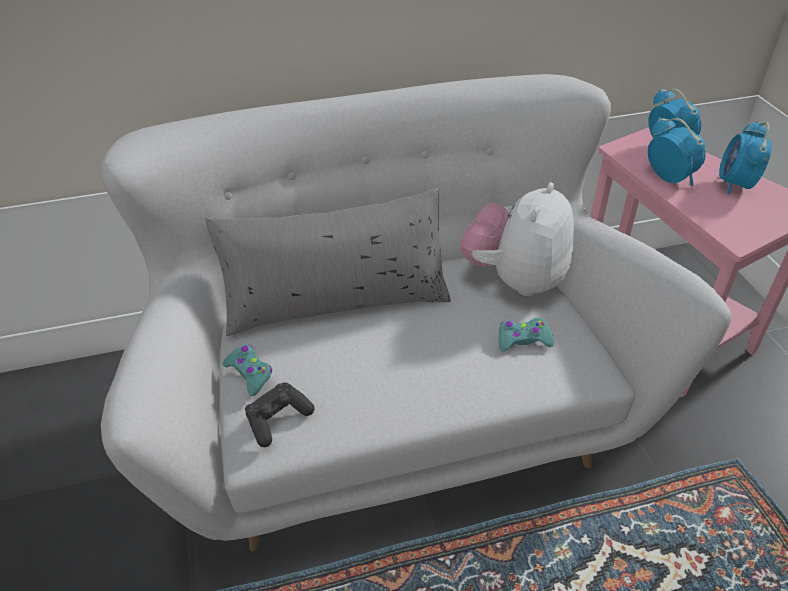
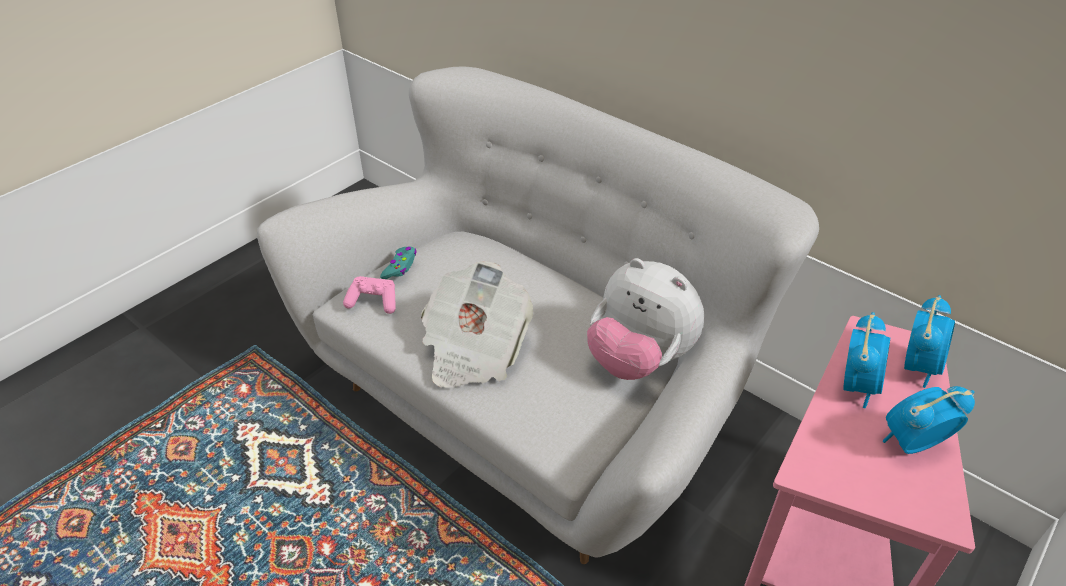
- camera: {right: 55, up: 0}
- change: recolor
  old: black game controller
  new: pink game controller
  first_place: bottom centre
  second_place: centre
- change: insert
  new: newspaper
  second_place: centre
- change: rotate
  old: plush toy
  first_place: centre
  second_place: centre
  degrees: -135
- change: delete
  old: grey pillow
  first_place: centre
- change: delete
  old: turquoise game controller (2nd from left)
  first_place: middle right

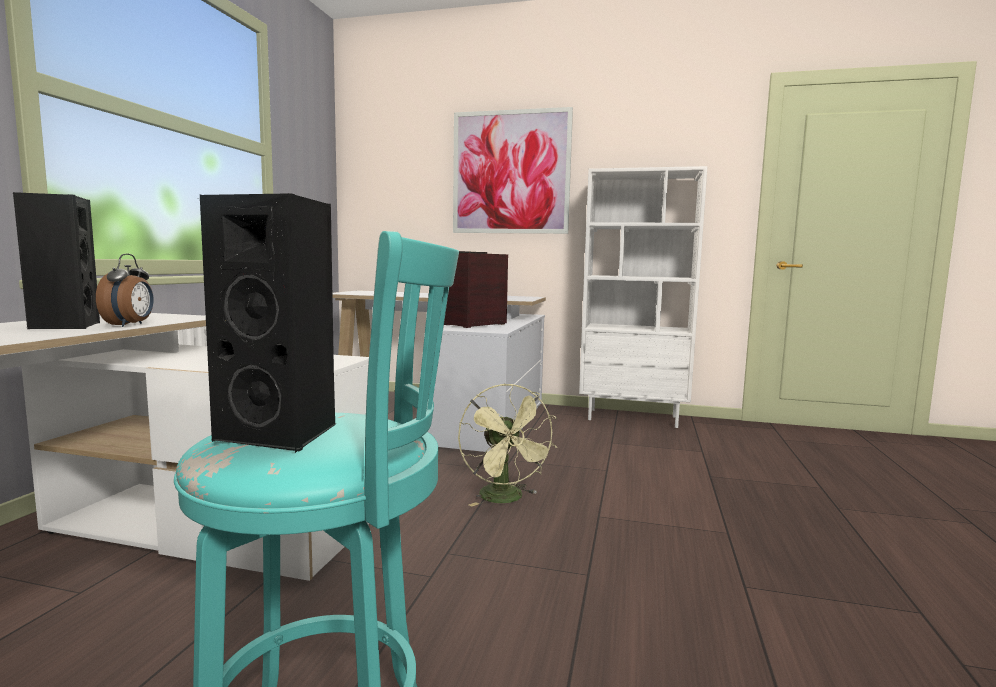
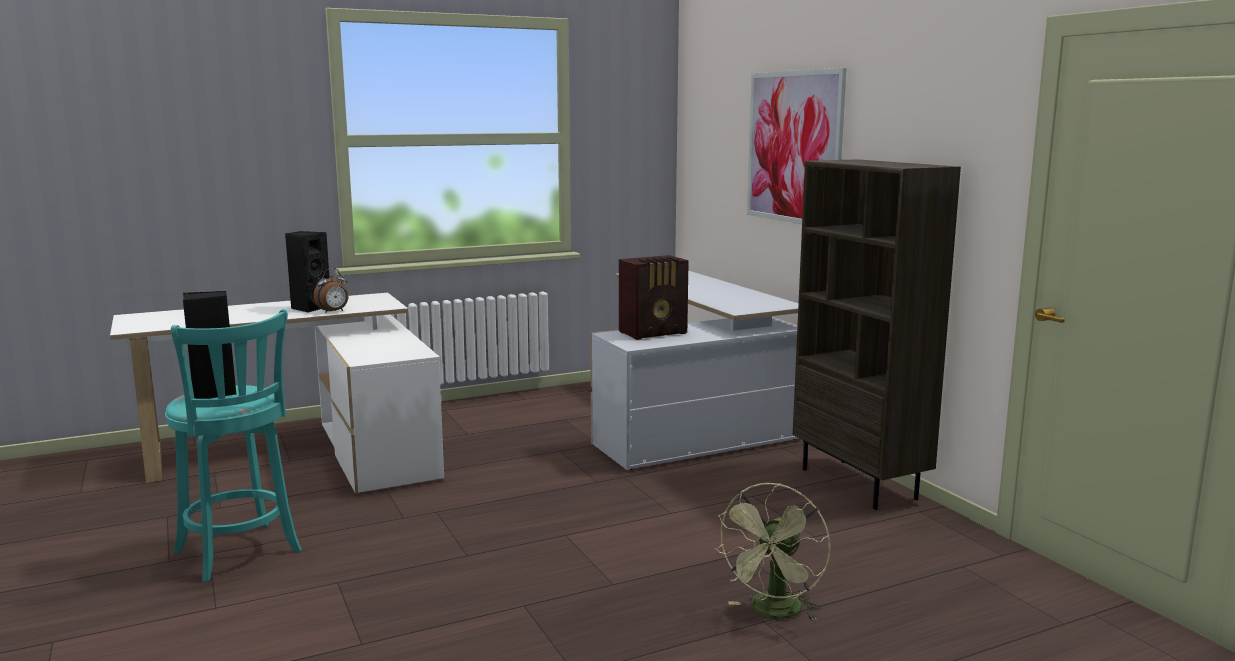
- camera: {right: 50, up: 5}
- change: rotate
  old: radio
  first_place: centre
  second_place: centre
  degrees: 150
- change: move
  old: green fan
  first_place: centre
  second_place: bottom centre
- change: recolor
  old: white bookcase
  new: brown bookcase
  first_place: centre
  second_place: middle right

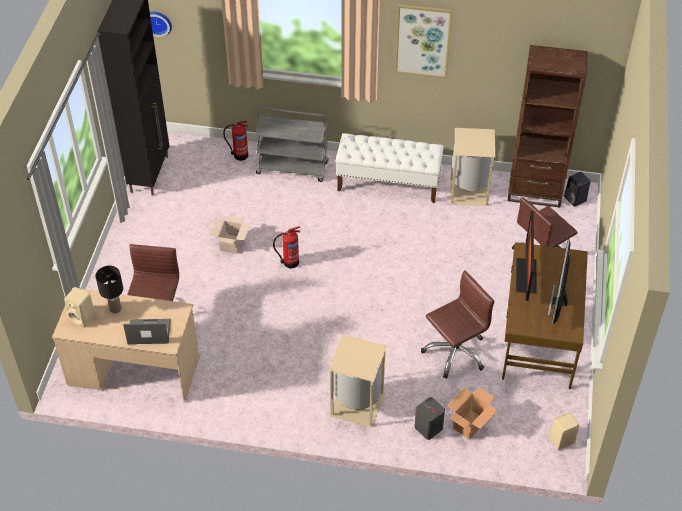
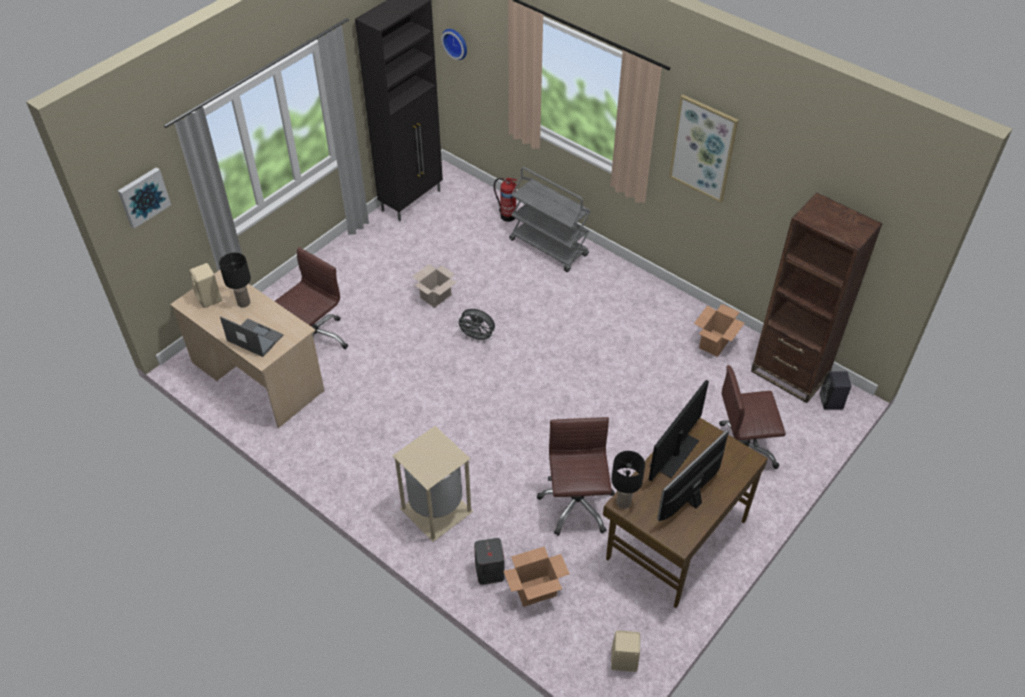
- camera: {right: 30, up: 0}
- change: insert
  new: picture (1st from left)
  second_place: top left
- change: replace
  old: fire extinguisher (2nd from left)
  new: grey fan
  first_place: centre
  second_place: centre
- change: rotate
  old: brown office chair (2nd from left)
  first_place: middle right
  second_place: bottom centre
  degrees: -90
- change: insert
  new: black table lamp (2nd from left)
  second_place: bottom centre
- change: replace
  old: beige trash can (2nd from left)
  new: cardboard box (3rd from left)
  first_place: top right
  second_place: middle right
- change: delete
  old: white bench
  first_place: top centre

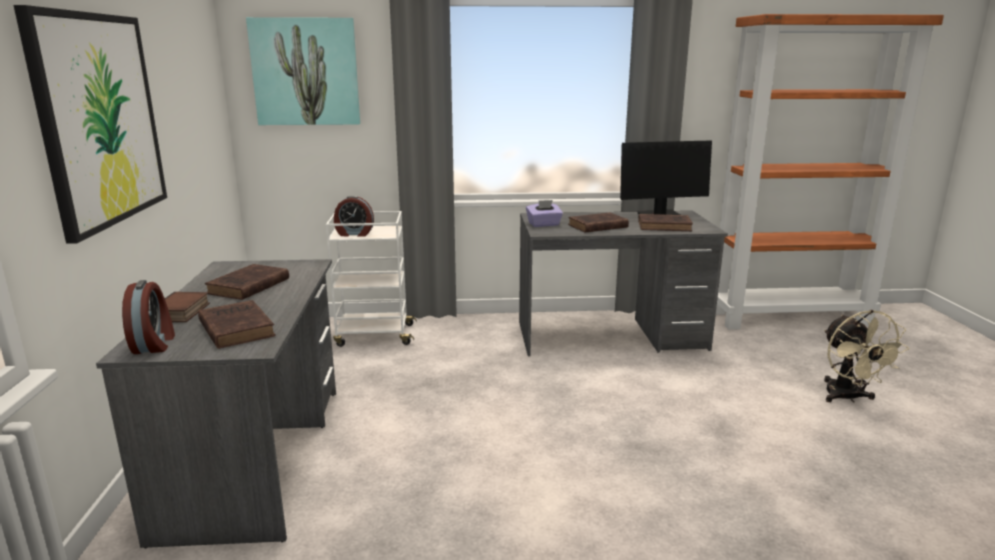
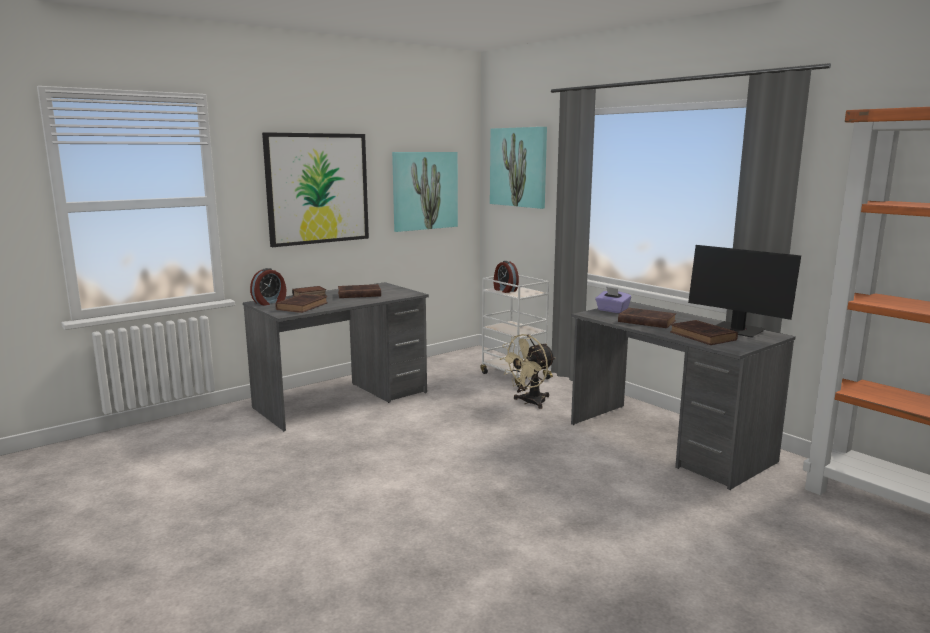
- camera: {right: 55, up: -5}
- change: insert
  new: picture (2nd from left)
  second_place: top centre
- change: move
  old: beige fan
  first_place: middle right
  second_place: centre

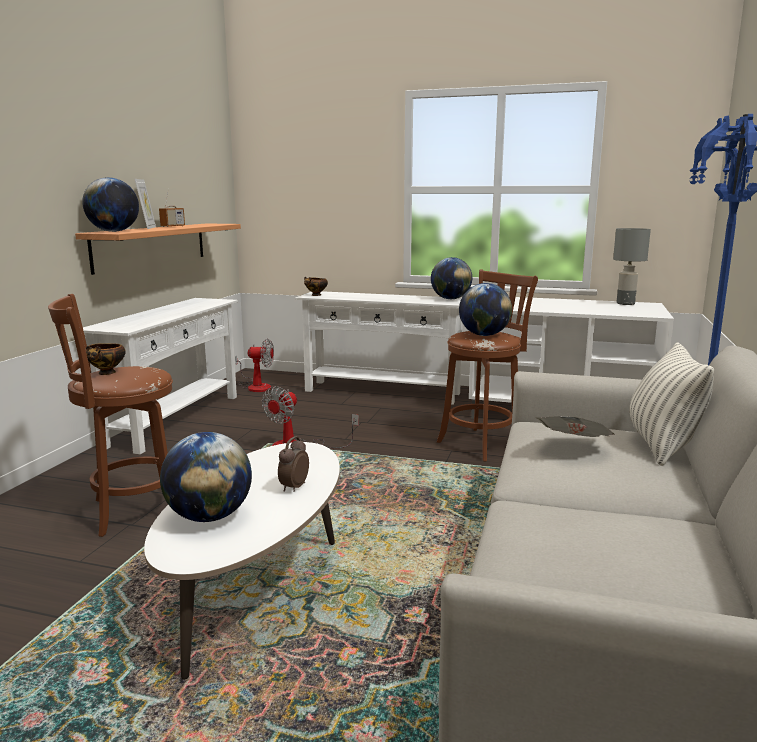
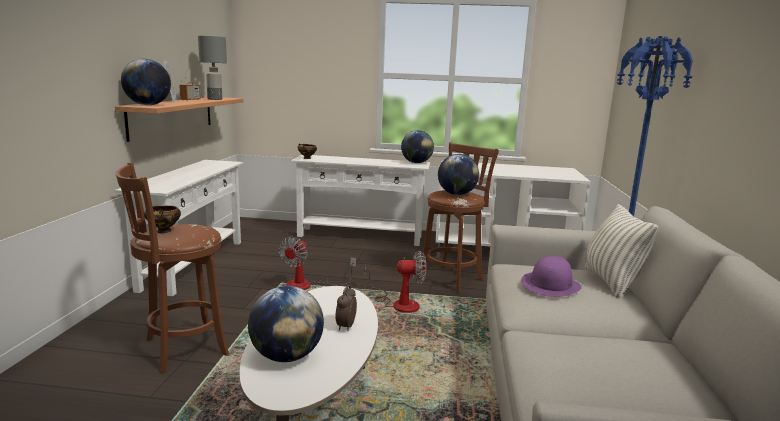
- camera: {right: -10, up: 0}
- change: move
  old: grey table lamp
  first_place: middle right
  second_place: top left
- change: move
  old: fan (1st from left in the first image)
  new: fan (2nd from left)
  first_place: centre
  second_place: bottom centre
- change: replace
  old: newspaper
  new: purple hat
  first_place: middle right
  second_place: middle right

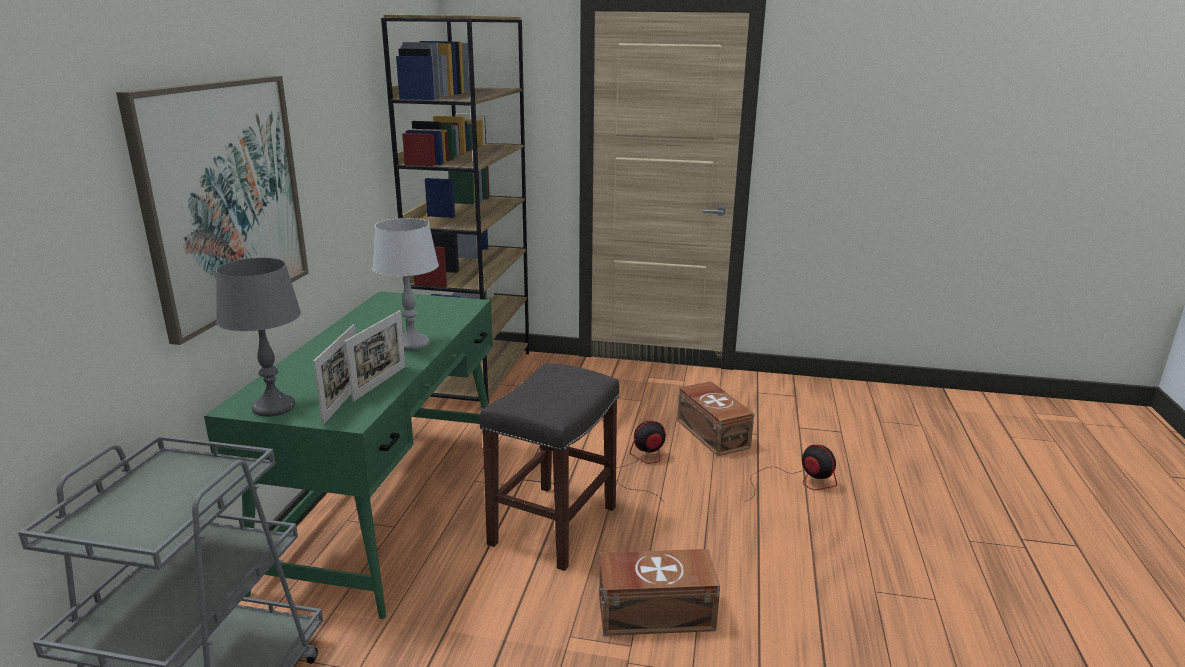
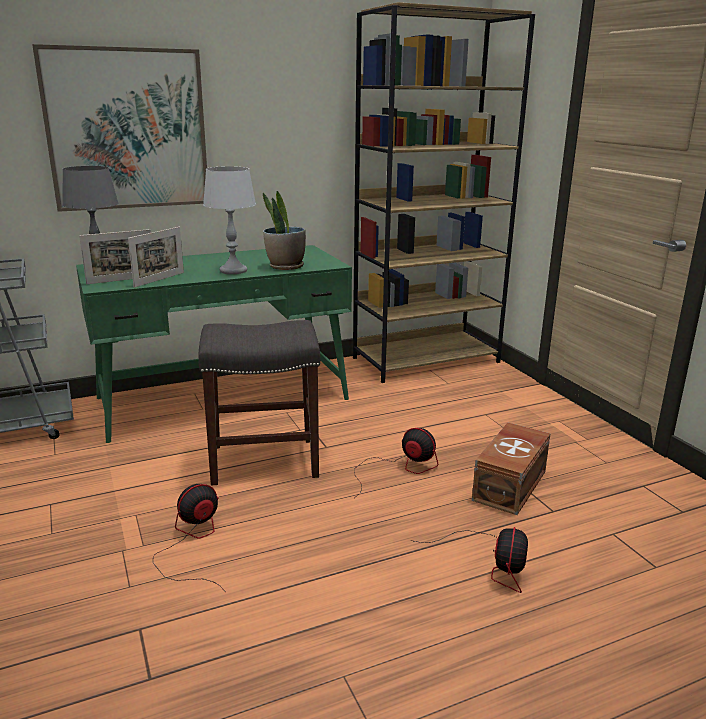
- camera: {right: 55, up: 0}
- change: rotate
  old: picture frame (2nd from left)
  first_place: middle left
  second_place: middle left
  degrees: -45
- change: replace
  old: brown storage box (1st from left)
  new: fan (1st from left)
  first_place: bottom centre
  second_place: bottom left
- change: insert
  new: potted plant
  second_place: top centre

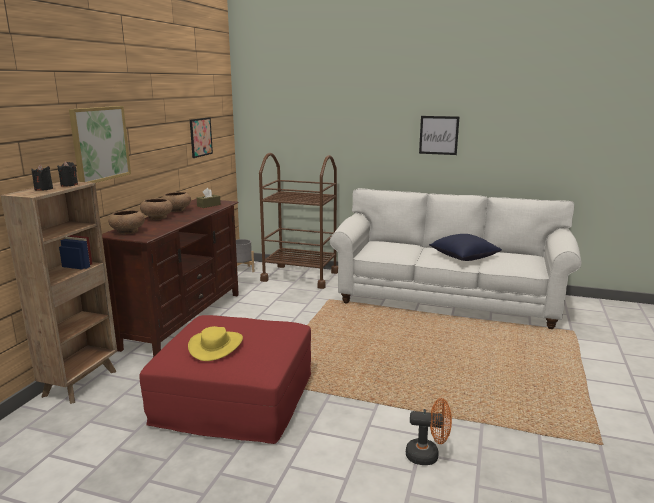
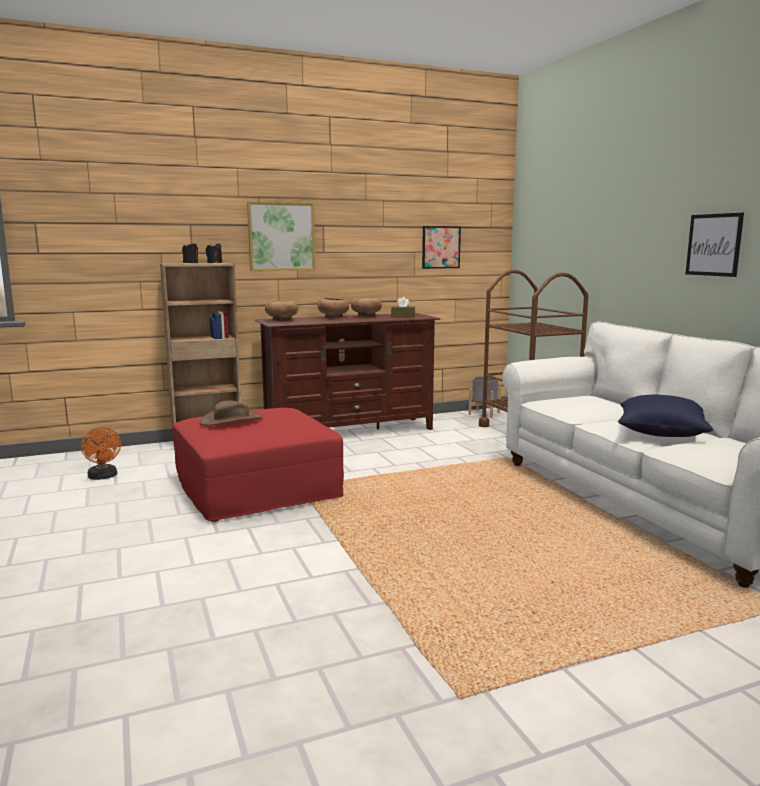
- camera: {right: 50, up: -5}
- change: move
  old: orange fan
  first_place: bottom centre
  second_place: middle left
- change: recolor
  old: yellow hat
  new: brown hat
  first_place: bottom left
  second_place: middle left

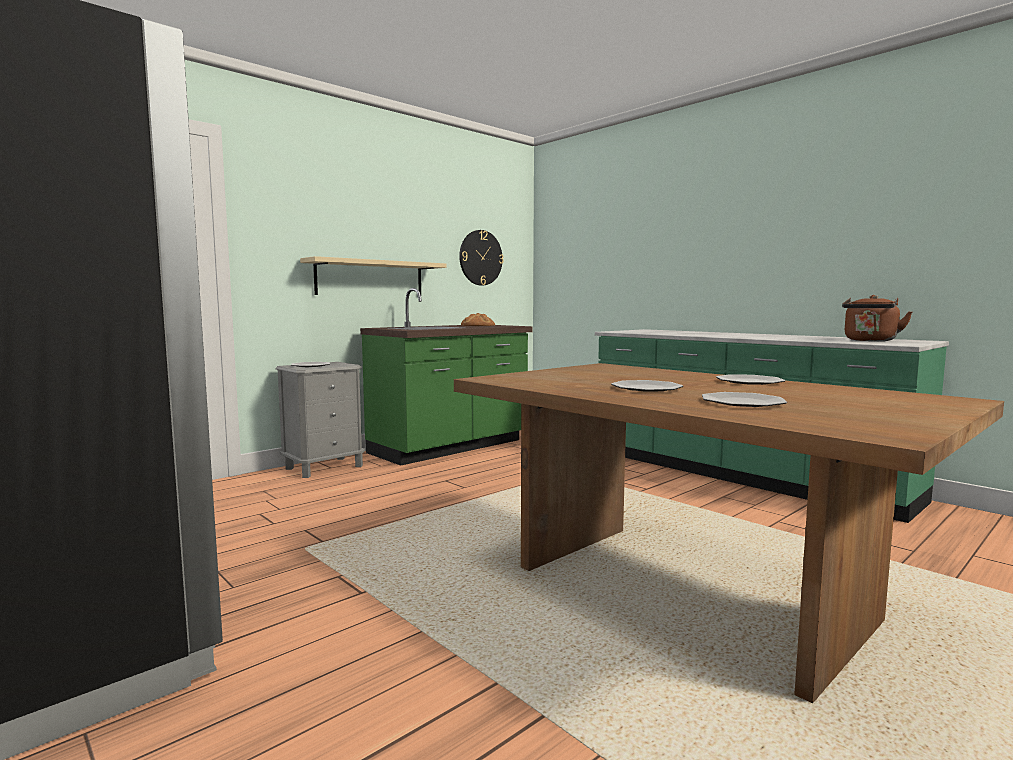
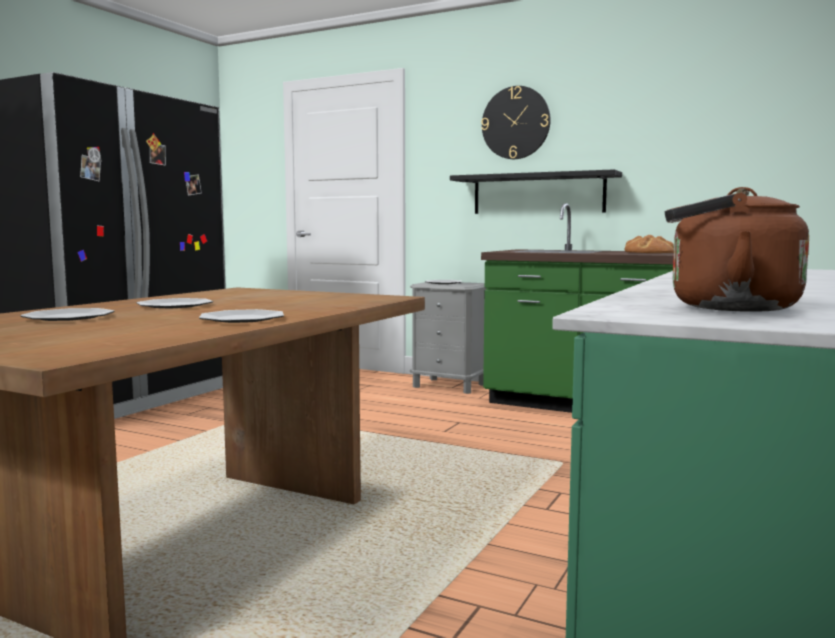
- camera: {right: 70, up: 0}
- change: recolor
  old: beige shelf
  new: black shelf
  first_place: centre
  second_place: top centre
- change: move
  old: wall clock
  first_place: centre
  second_place: top centre

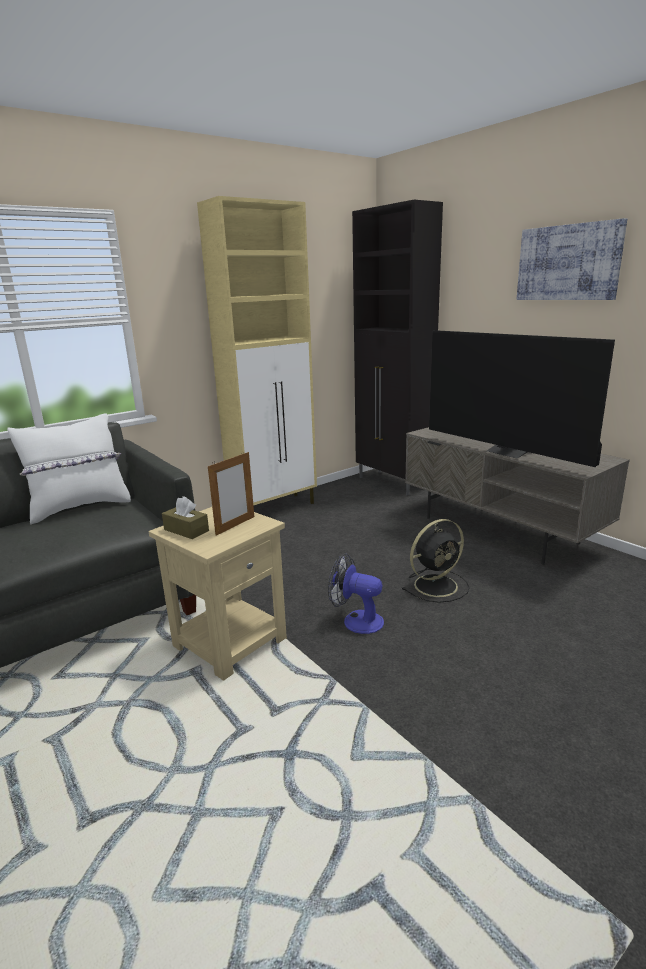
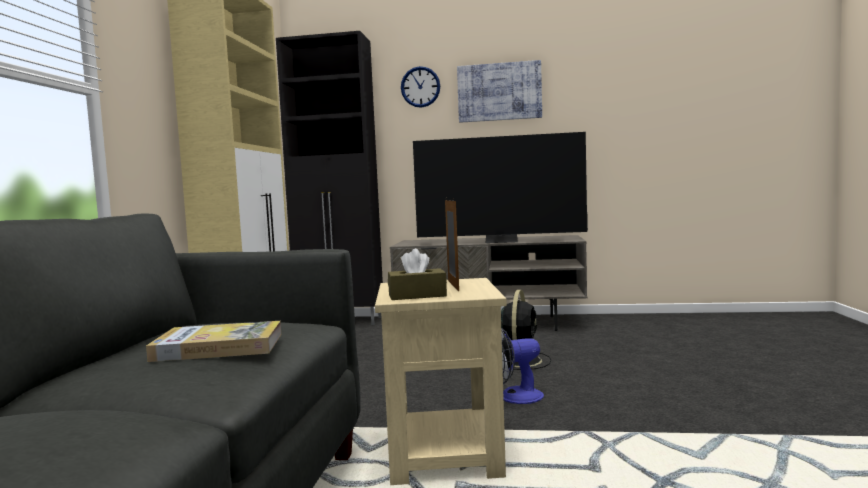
- camera: {right: -45, up: -15}
- change: insert
  new: book
  second_place: bottom left
- change: insert
  new: wall clock
  second_place: top centre
- change: delete
  old: white pillow
  first_place: middle left

